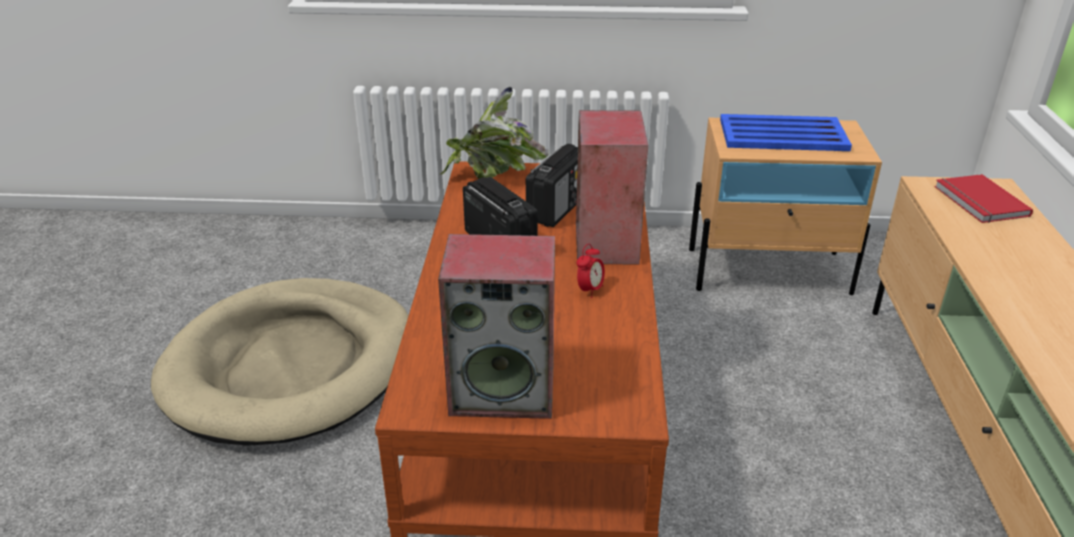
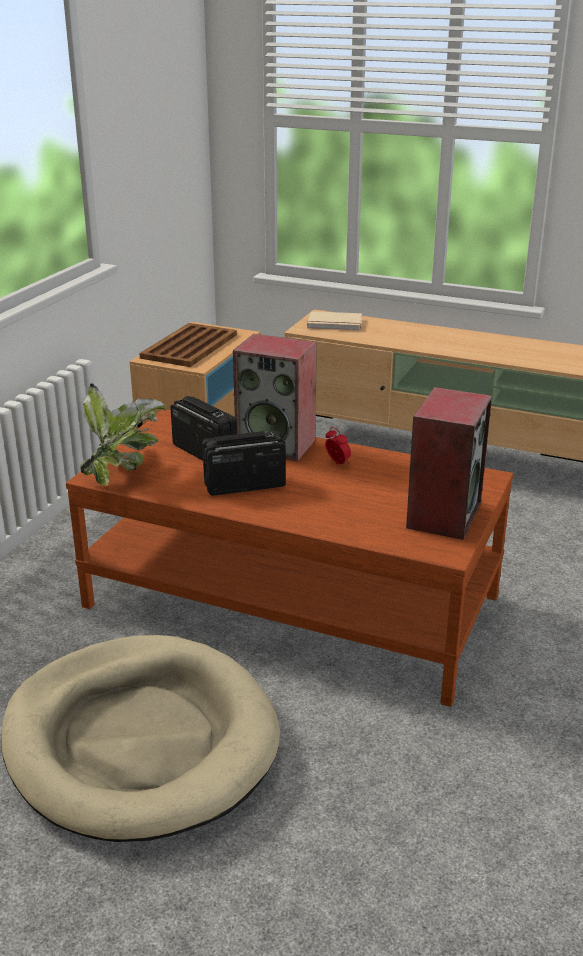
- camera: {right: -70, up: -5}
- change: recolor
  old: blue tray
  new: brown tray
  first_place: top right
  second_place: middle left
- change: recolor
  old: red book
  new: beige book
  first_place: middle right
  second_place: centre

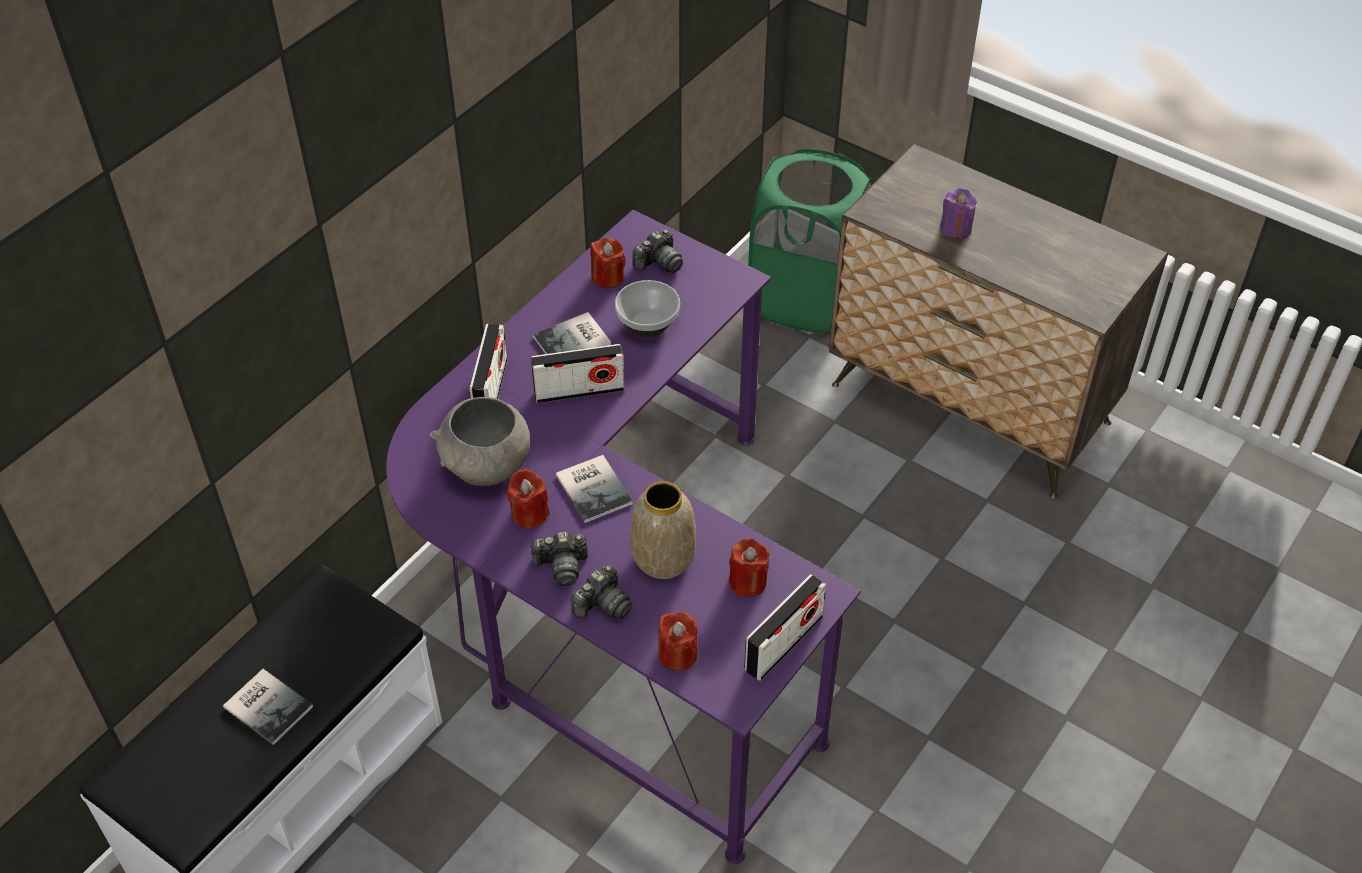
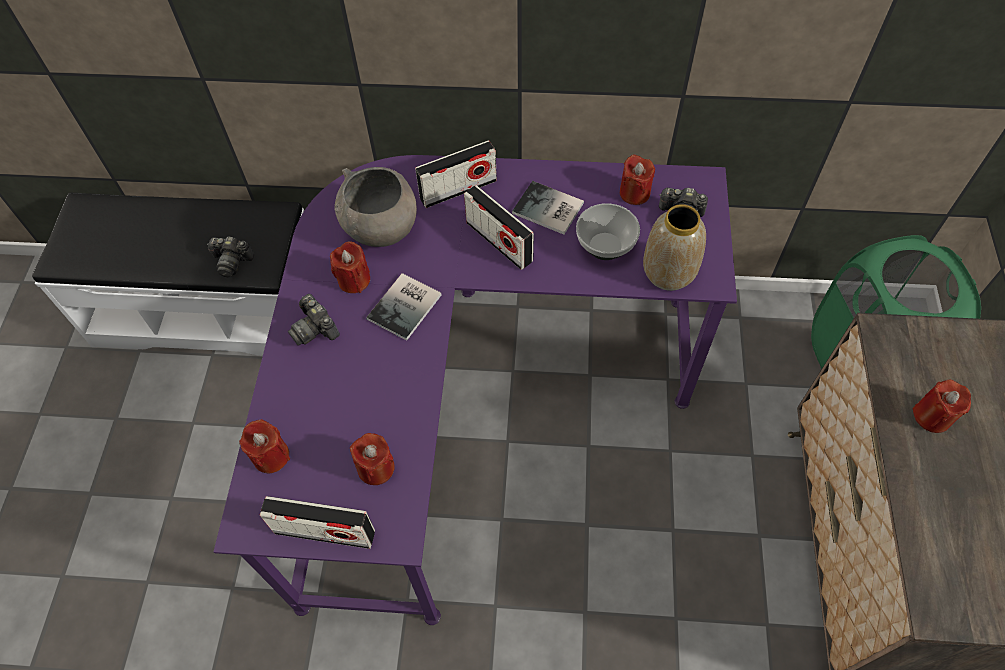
- camera: {right: 60, up: 10}
- change: move
  old: photo camera (2nd from left in the first image)
  new: photo camera (1st from left)
  first_place: bottom centre
  second_place: middle left
- change: move
  old: vase
  first_place: centre
  second_place: middle right
- change: recolor
  old: purple candle
  new: red candle (5th from left)
  first_place: top right
  second_place: middle right
- change: delete
  old: book (1st from left)
  first_place: bottom left

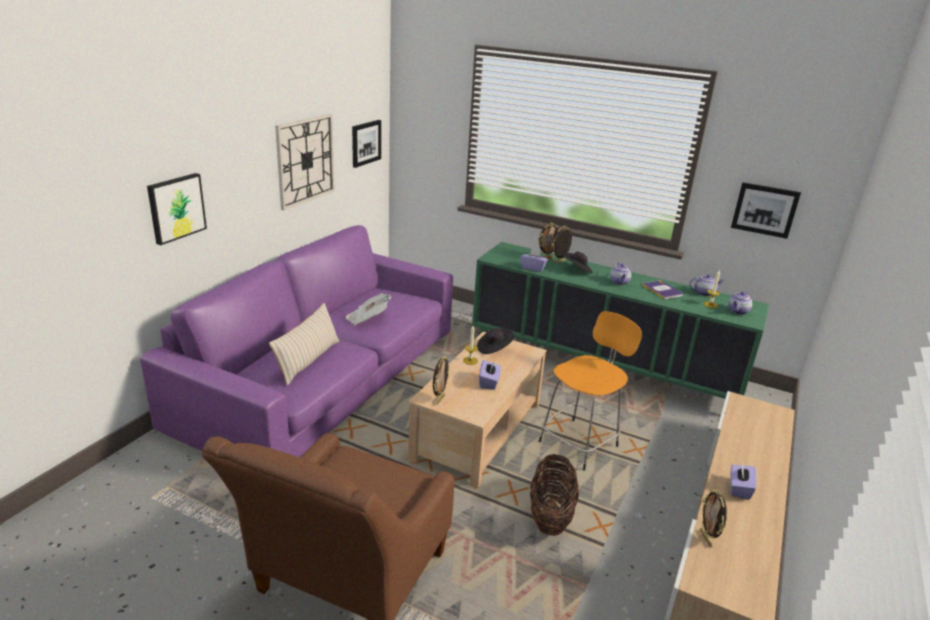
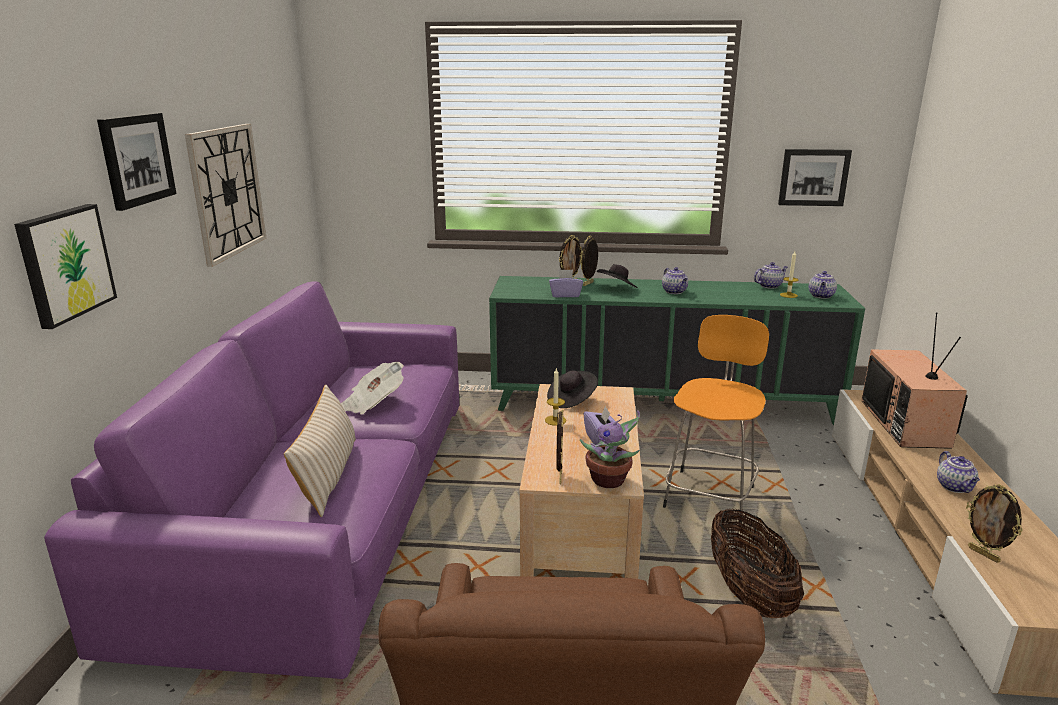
- camera: {right: -20, up: -5}
- change: move
  old: picture (2nd from left)
  first_place: top centre
  second_place: top left
- change: insert
  new: potted plant
  second_place: centre
- change: insert
  new: television
  second_place: middle right
- change: replace
  old: purple tissue box (3rd from left)
  new: teapot (4th from left)
  first_place: bottom right
  second_place: bottom right
- change: delete
  old: book
  first_place: middle right

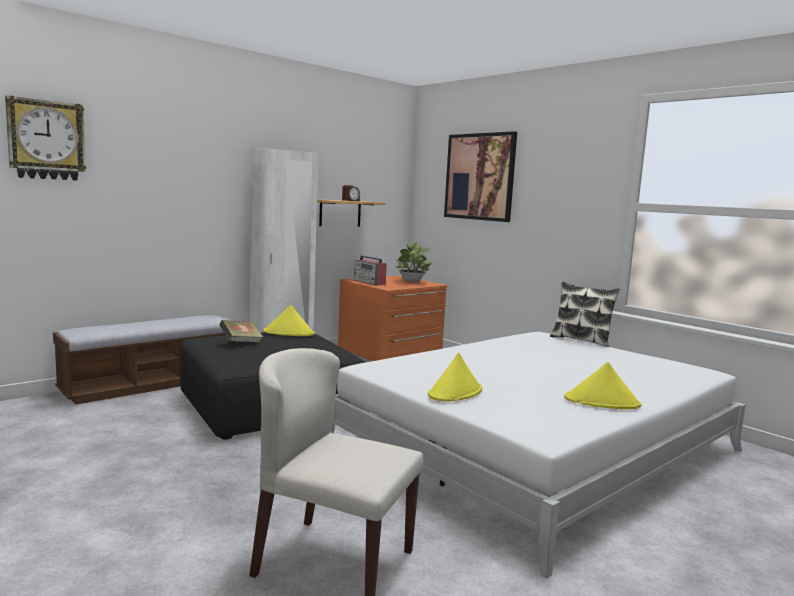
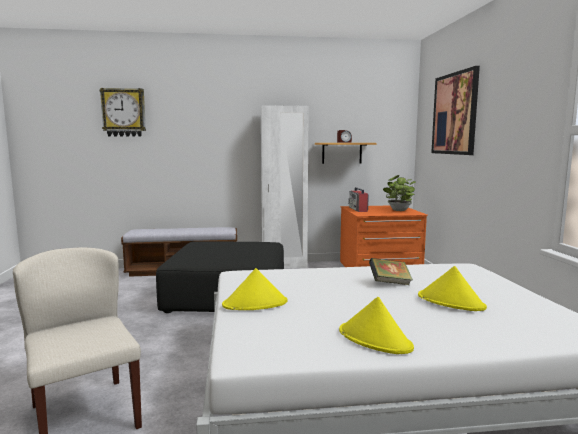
- camera: {right: 35, up: 0}
- change: move
  old: book
  first_place: middle left
  second_place: middle right
- change: move
  old: yellow hat (1st from left in the first image)
  new: yellow hat (3rd from left)
  first_place: centre
  second_place: middle right
- change: delete
  old: pillow
  first_place: middle right

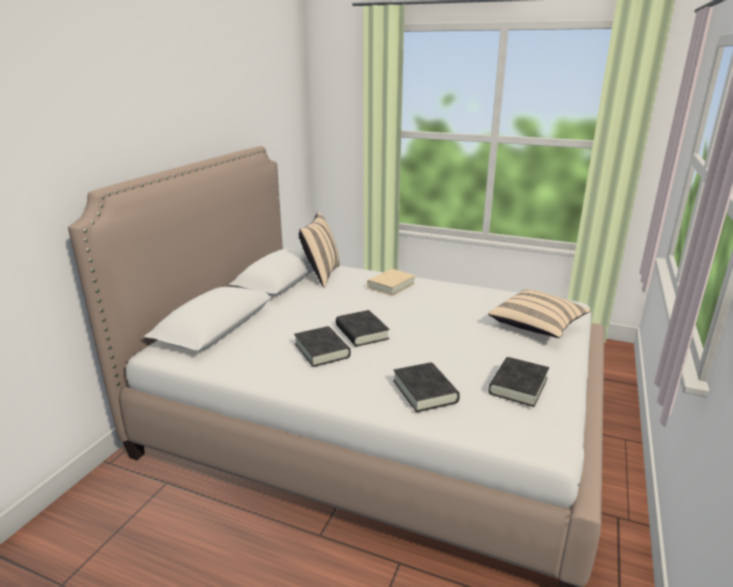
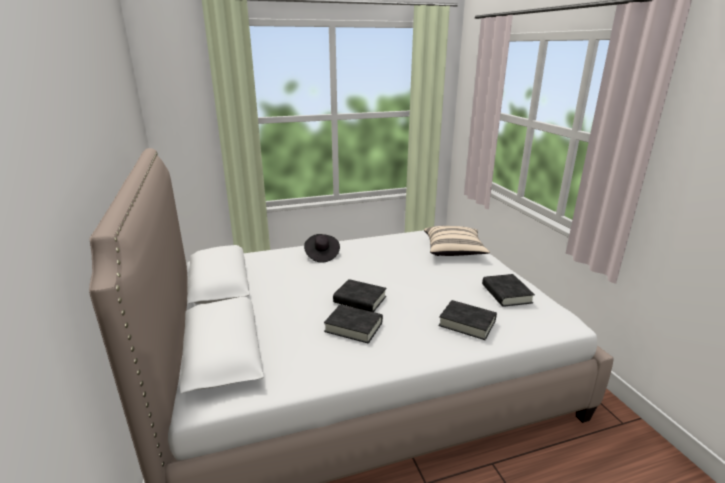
- camera: {right: -40, up: 0}
- change: replace
  old: beige book
  new: black hat
  first_place: centre
  second_place: centre
- change: delete
  old: beige pillow (1st from left)
  first_place: centre

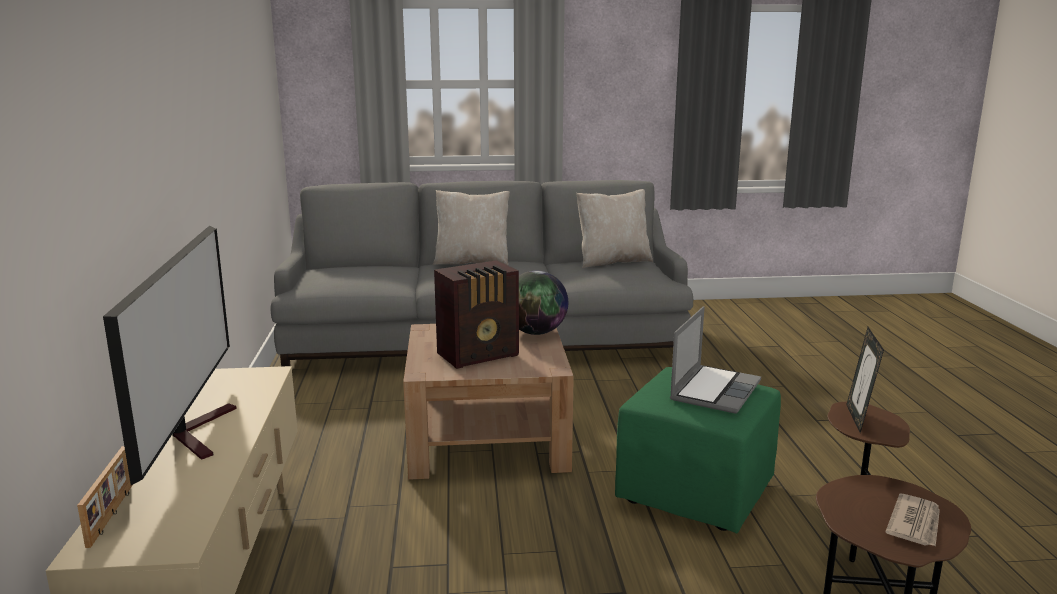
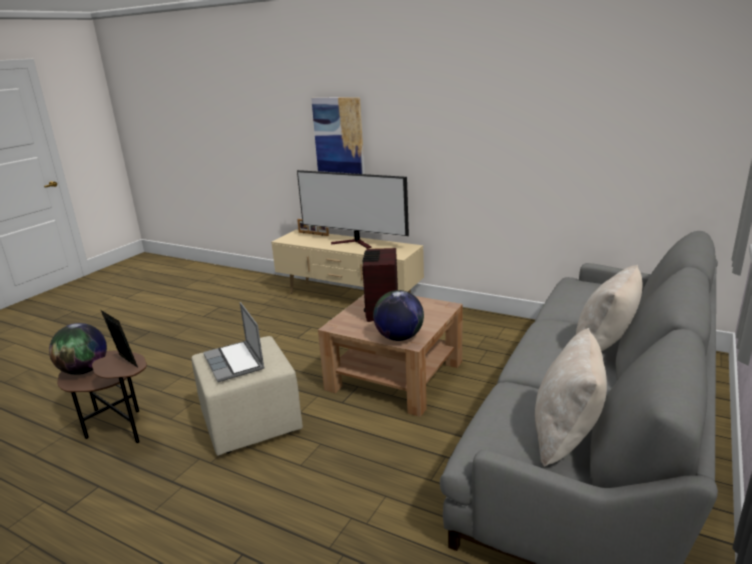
- camera: {right: 125, up: 5}
- change: replace
  old: newspaper
  new: globe (1st from left)
  first_place: bottom right
  second_place: middle left
- change: recolor
  old: green ottoman
  new: beige ottoman
  first_place: bottom centre
  second_place: bottom left
- change: insert
  new: picture
  second_place: top centre

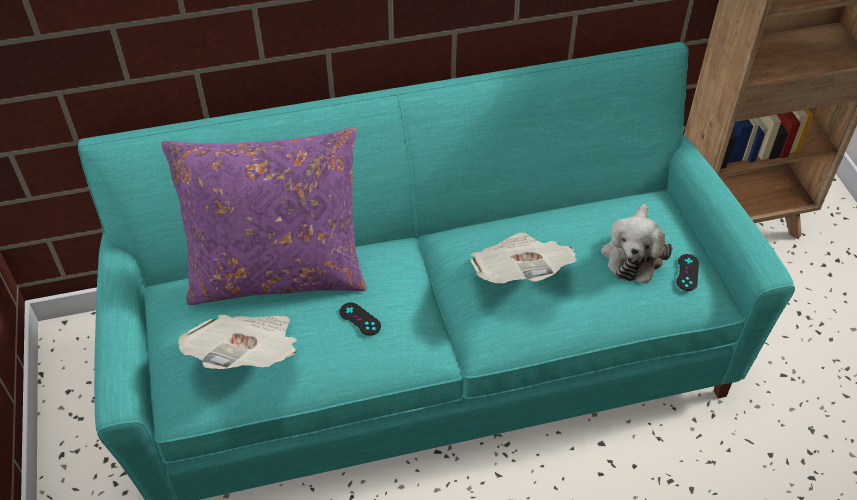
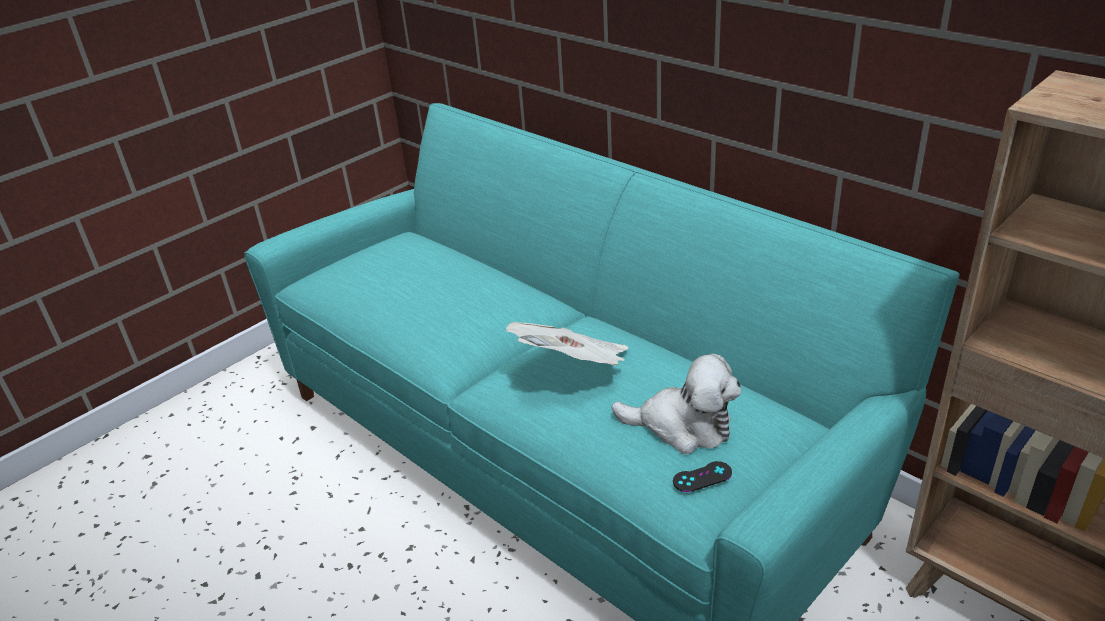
- camera: {right: 60, up: -15}
- change: rotate
  old: plush toy
  first_place: middle right
  second_place: centre
  degrees: -150
- change: delete
  old: purple pillow
  first_place: middle left
- change: delete
  old: newspaper (1st from left)
  first_place: bottom left
- change: delete
  old: black game controller (1st from left)
  first_place: centre

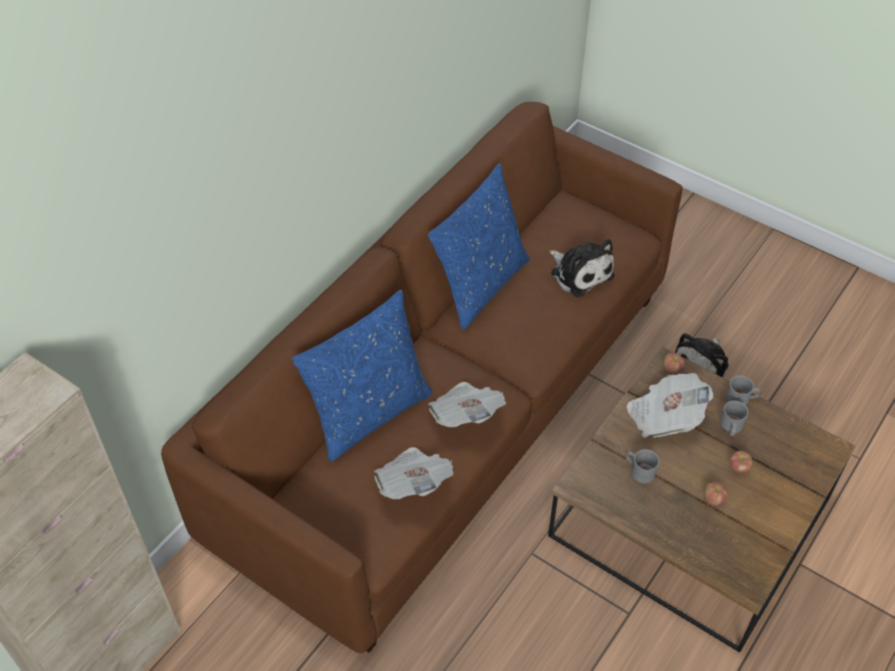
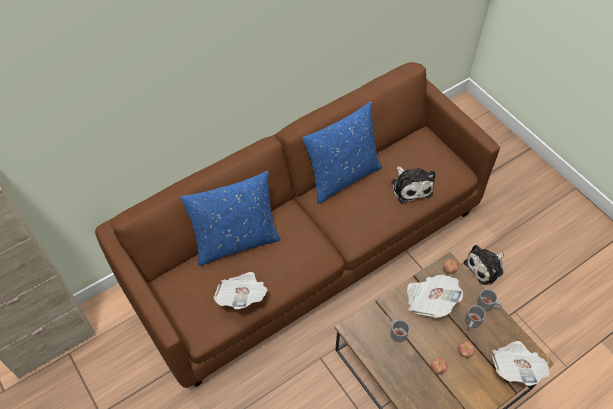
- camera: {right: 20, up: 5}
- change: move
  old: newspaper (2nd from left in the first image)
  new: newspaper (3rd from left)
  first_place: centre
  second_place: bottom right

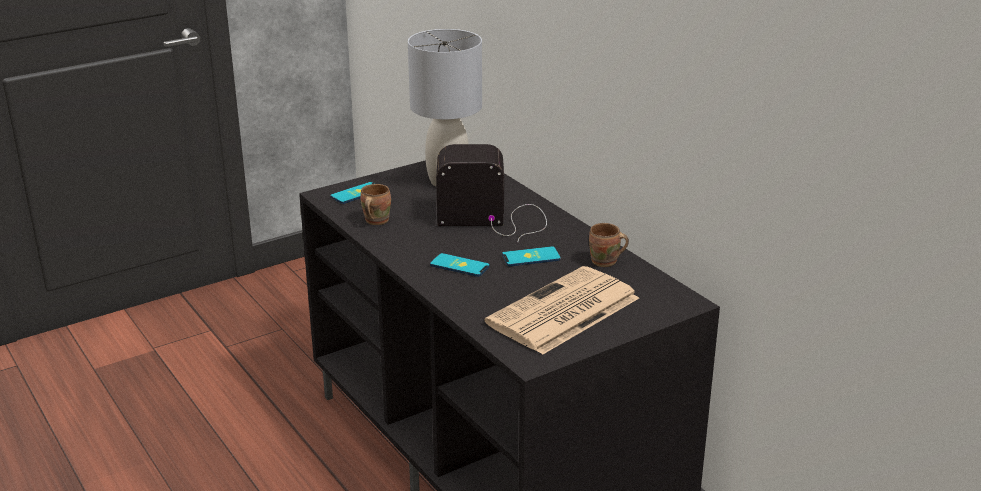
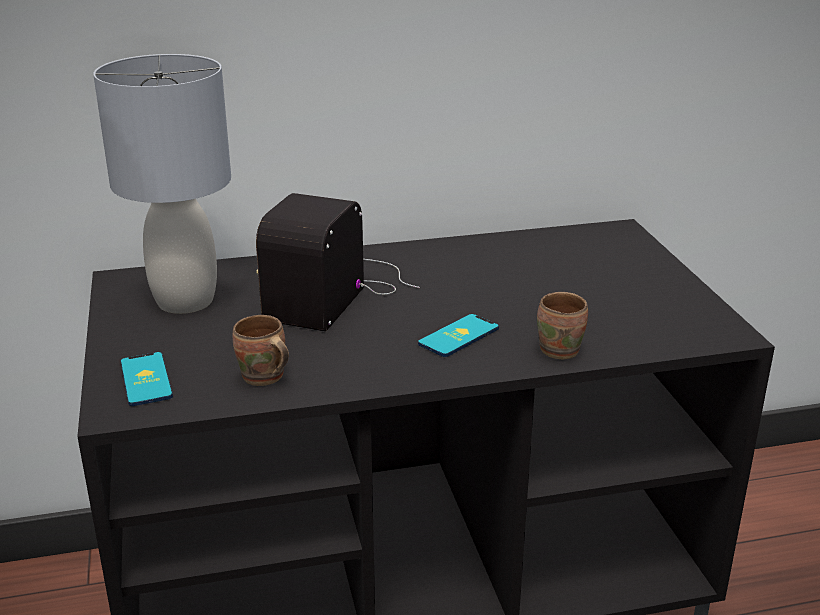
- camera: {right: -70, up: 0}
- change: move
  old: brown mug (2nd from left)
  first_place: centre
  second_place: middle right
- change: delete
  old: newspaper
  first_place: centre
- change: delete
  old: phone (3rd from left)
  first_place: centre

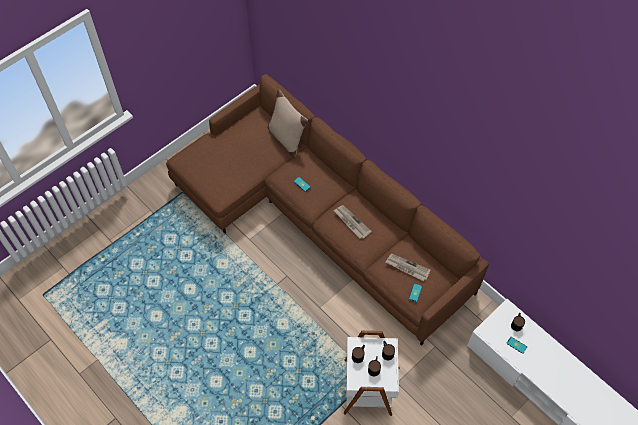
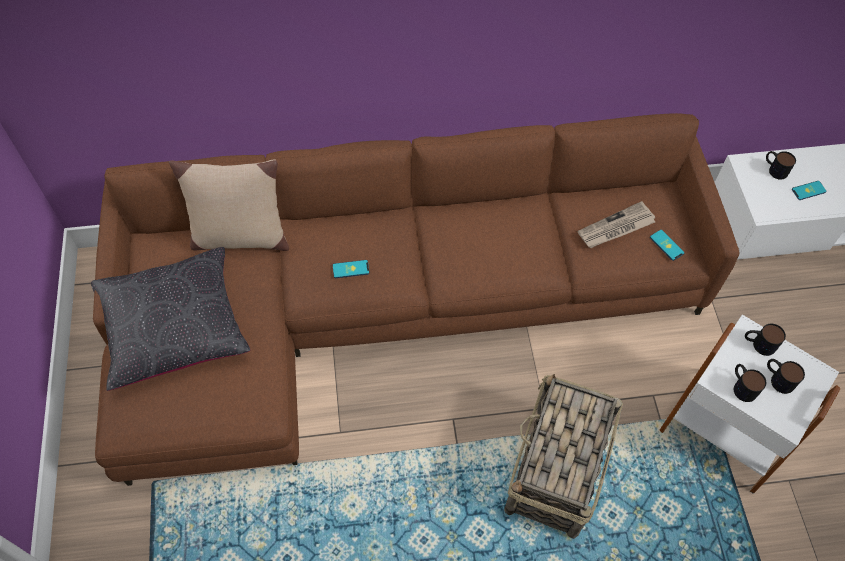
- camera: {right: -55, up: 0}
- change: insert
  new: black pillow
  second_place: middle left
- change: insert
  new: basket
  second_place: bottom centre
- change: delete
  old: newspaper (1st from left)
  first_place: centre

